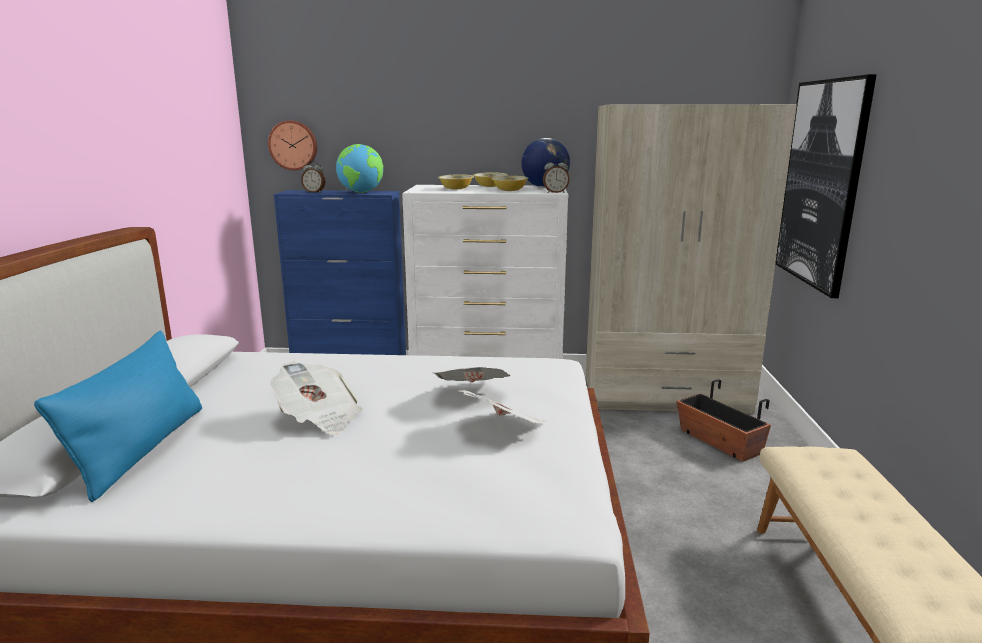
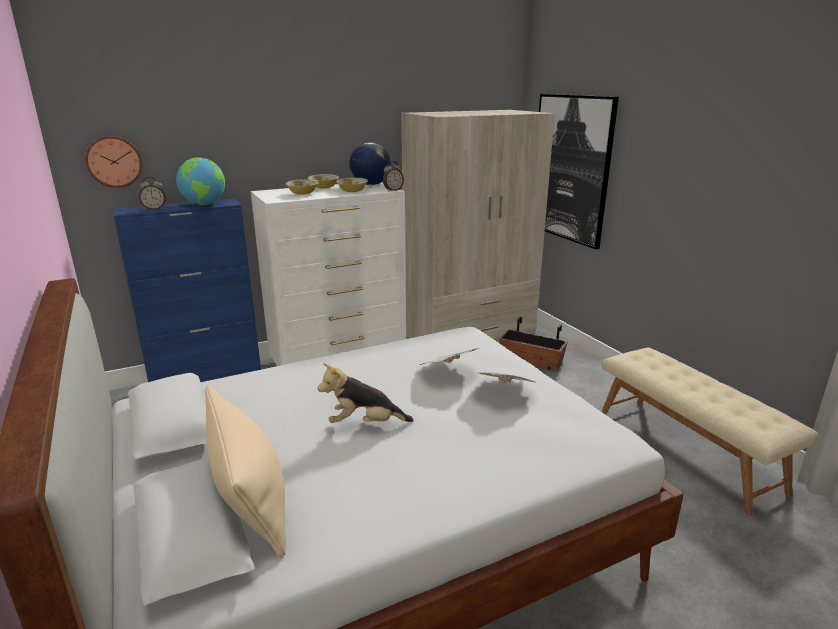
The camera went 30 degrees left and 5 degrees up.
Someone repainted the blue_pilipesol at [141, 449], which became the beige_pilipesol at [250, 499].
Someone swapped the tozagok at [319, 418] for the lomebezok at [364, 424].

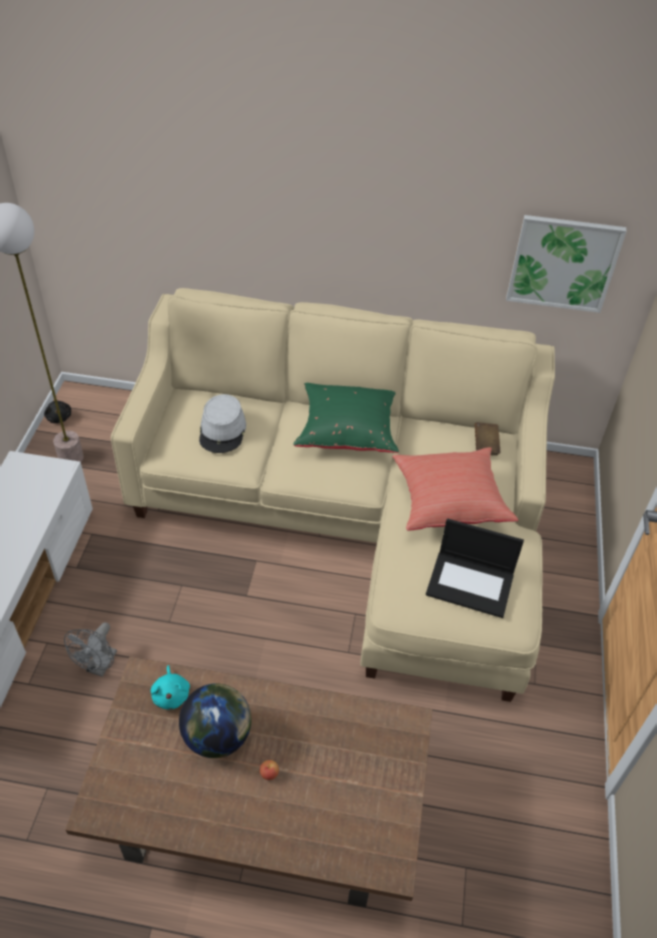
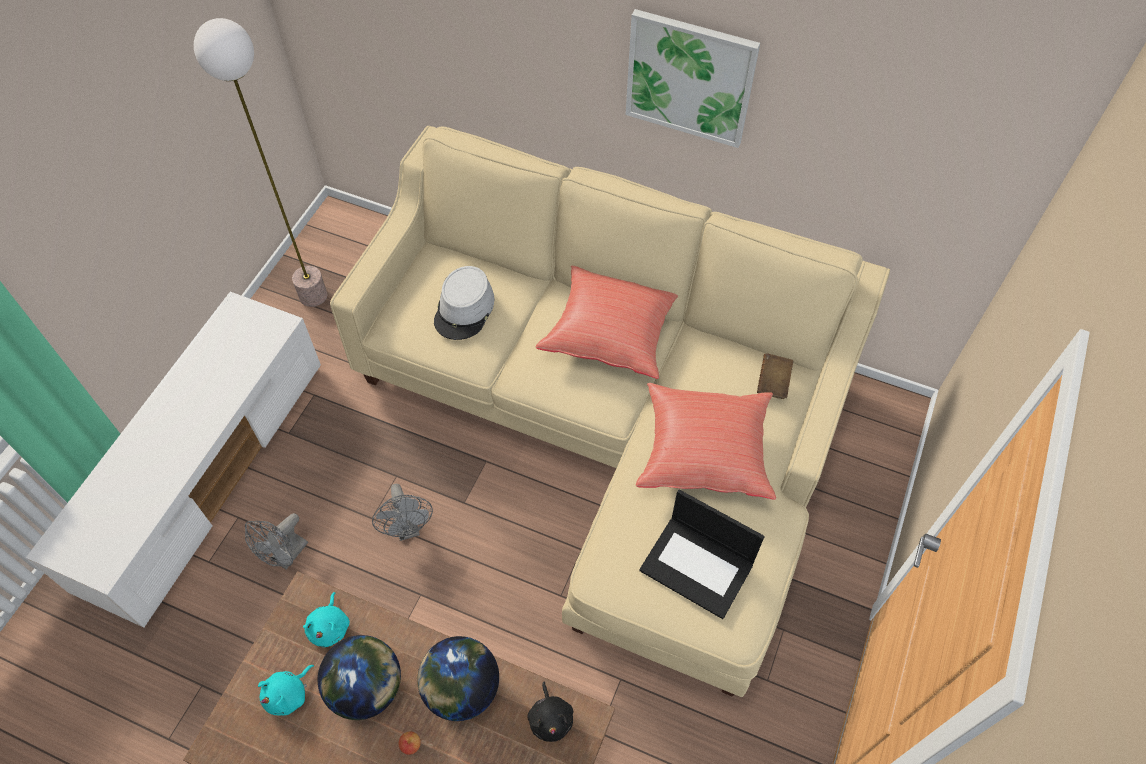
The camera went 15 degrees right and 10 degrees up.
Someone carried the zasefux from [563, 263] to [690, 78].
Someone repainted the green_pilipesol at [347, 431], which became the red_pilipesol at [610, 333].
Someone carried the black_lomebezok from [59, 417] to [551, 718].
Someone put down the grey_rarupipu at [408, 529].
Someone put down the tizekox at [461, 689].
Someone put down the turquoise_lomebezok at [289, 694].

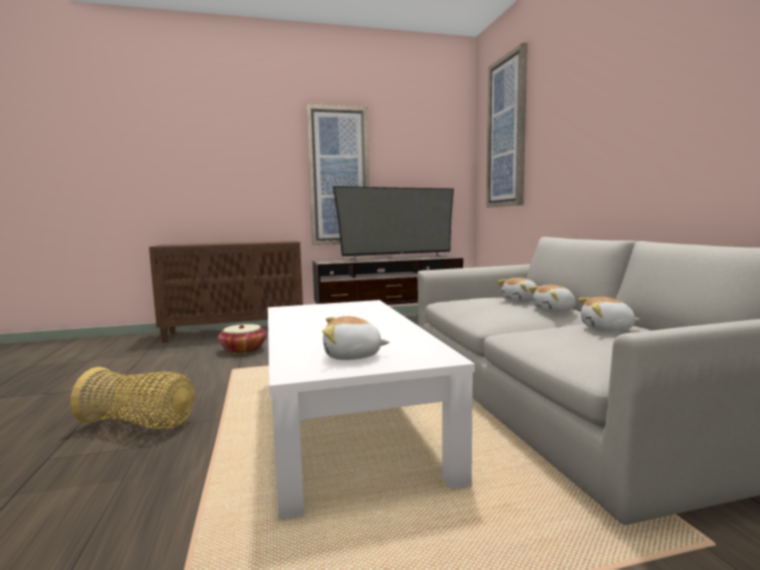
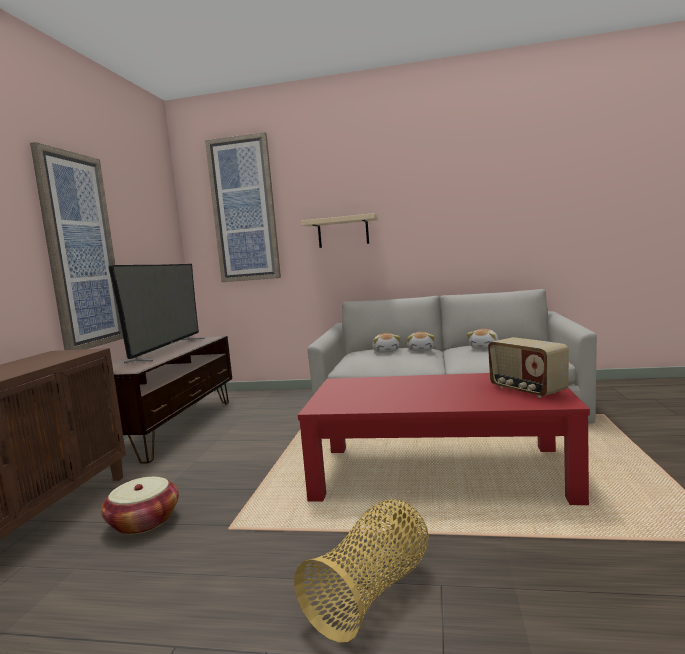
The camera went 65 degrees left and 0 degrees up.
Someone repainted the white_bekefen at [347, 421], which became the red_bekefen at [440, 472].
Someone swapped the lomebezok at [352, 356] for the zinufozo at [526, 390].
Someone put up the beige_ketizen at [343, 232].

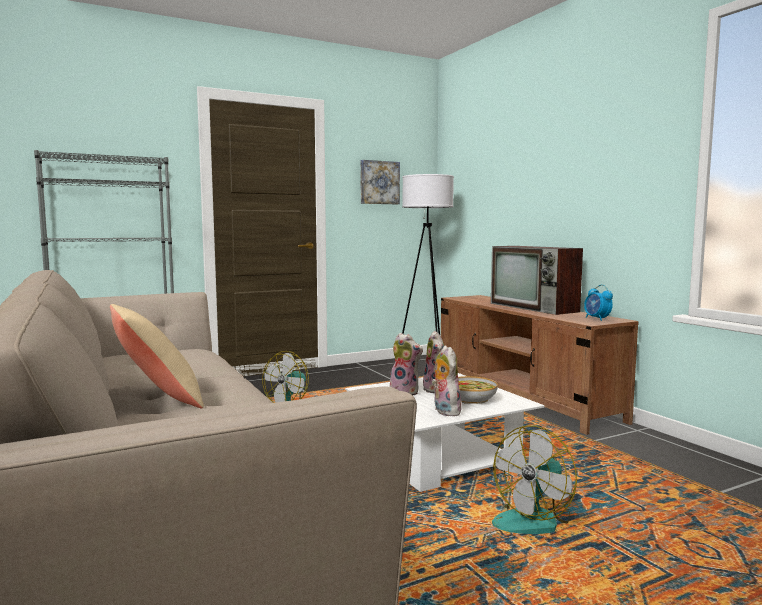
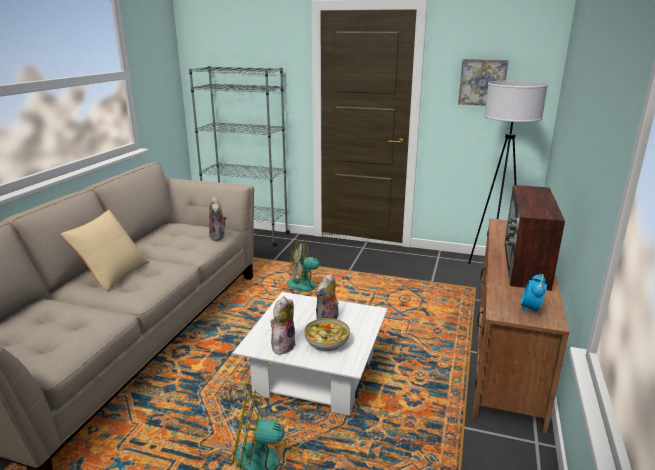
The camera went 45 degrees right and 15 degrees up.
Someone carried the lomebezok from [406, 392] to [218, 237].

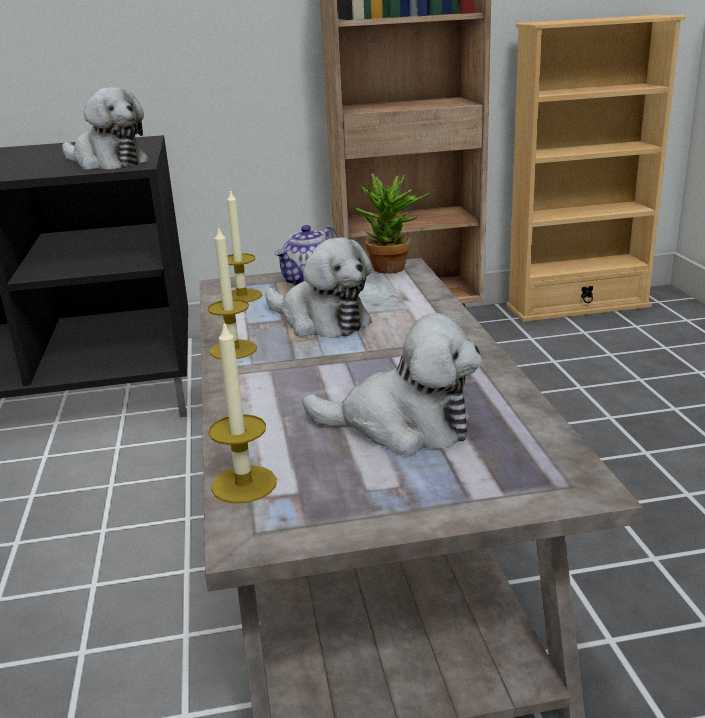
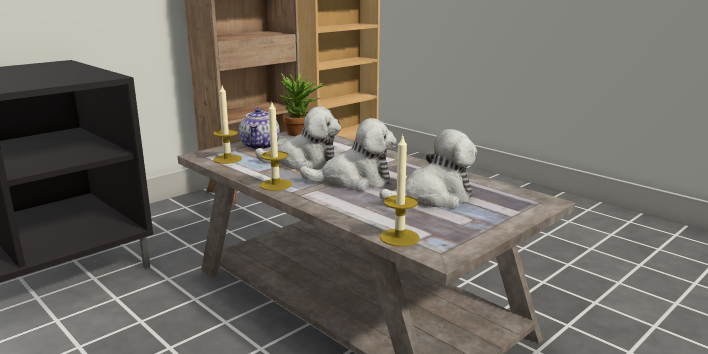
The camera went 35 degrees left and 5 degrees down.
Someone carried the lomebezok from [107, 163] to [354, 180].

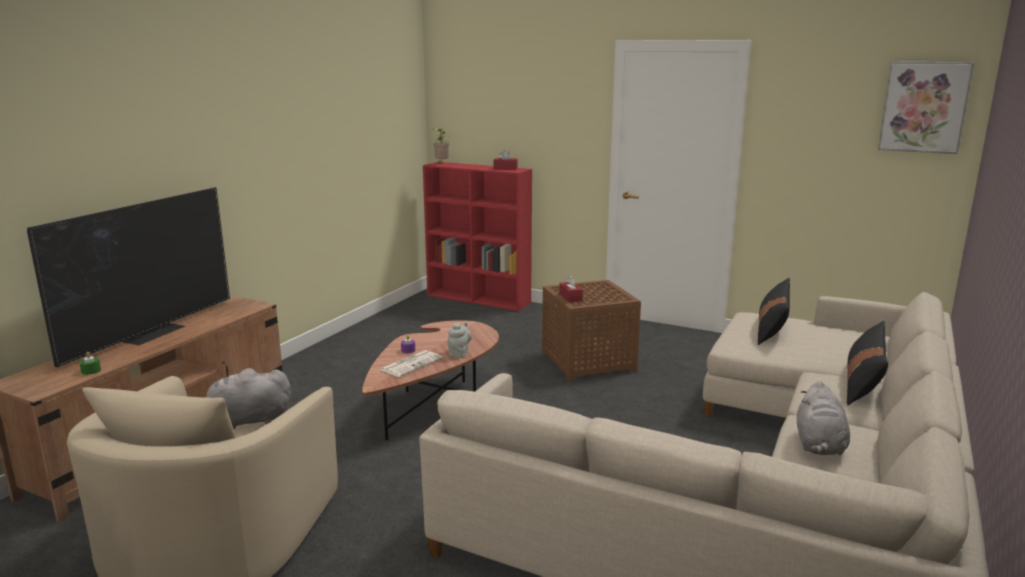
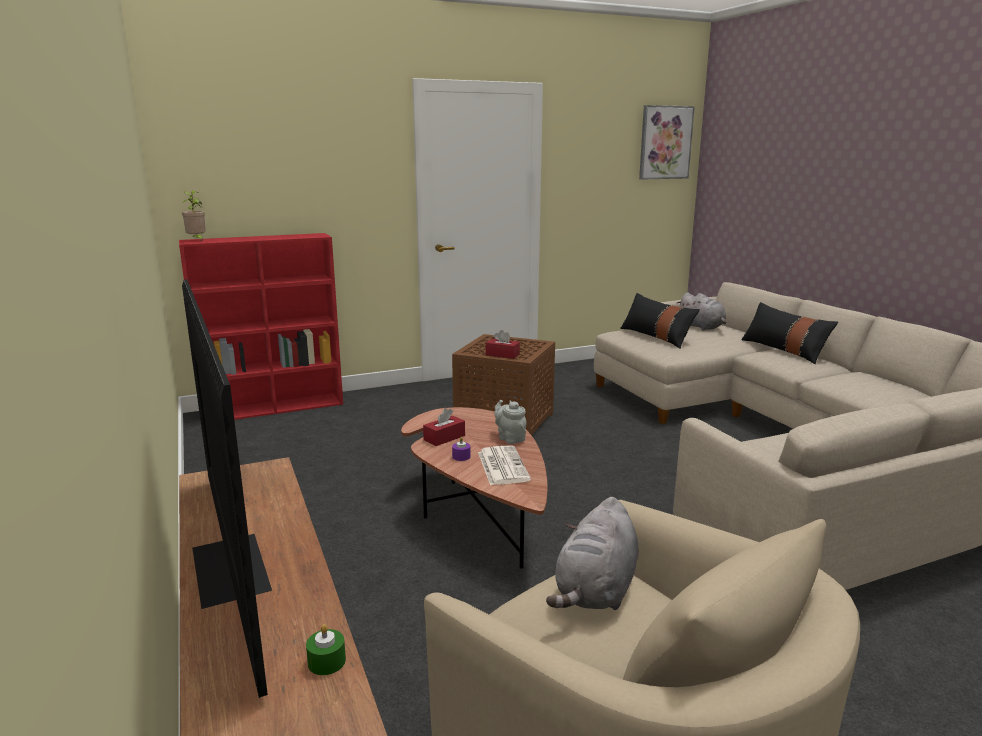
The camera went 50 degrees left and 0 degrees up.
Someone carried the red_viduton from [505, 169] to [444, 438].
Someone carried the grey_lomebezok from [819, 445] to [702, 327].

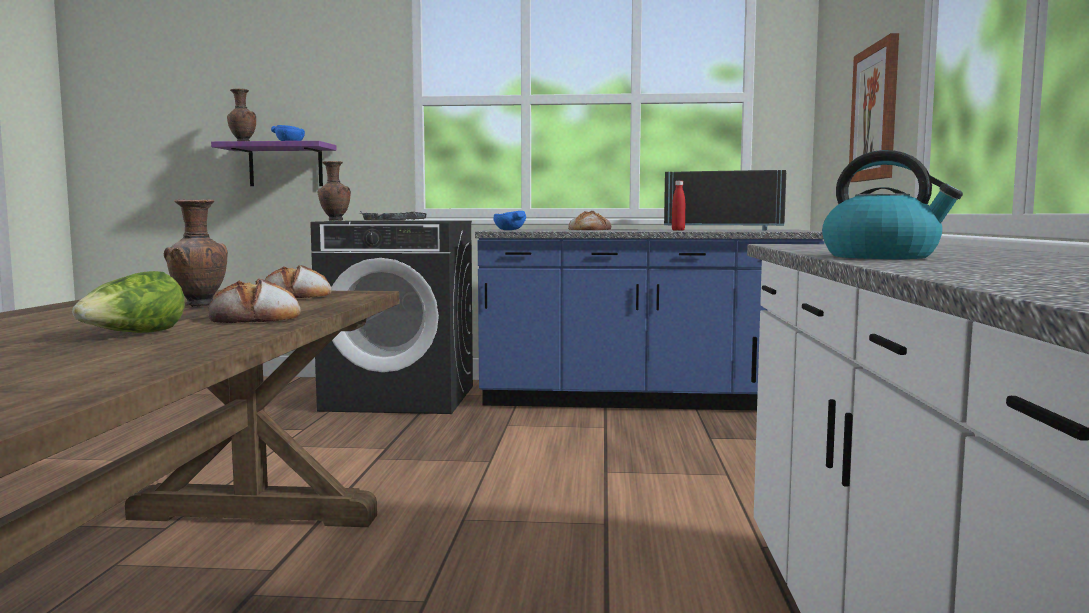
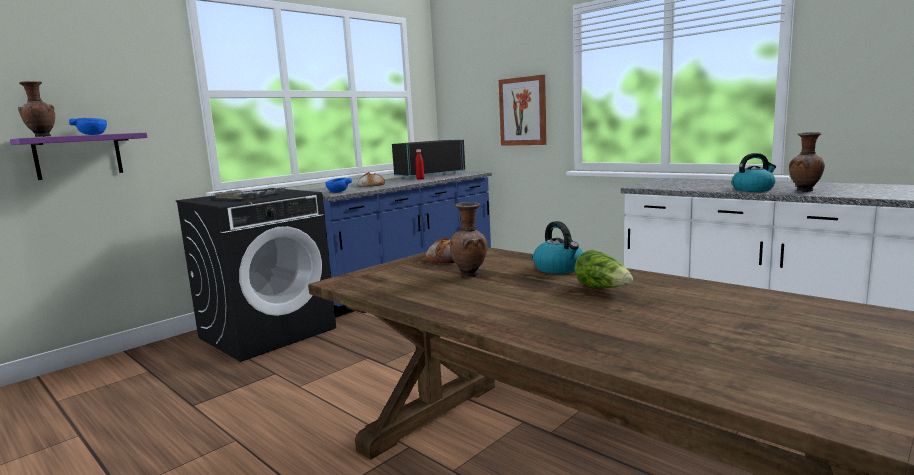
The camera went 50 degrees left and 5 degrees up.
Someone carried the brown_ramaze from [334, 221] to [805, 191].
Someone swapped the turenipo at [256, 318] for the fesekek at [559, 268].

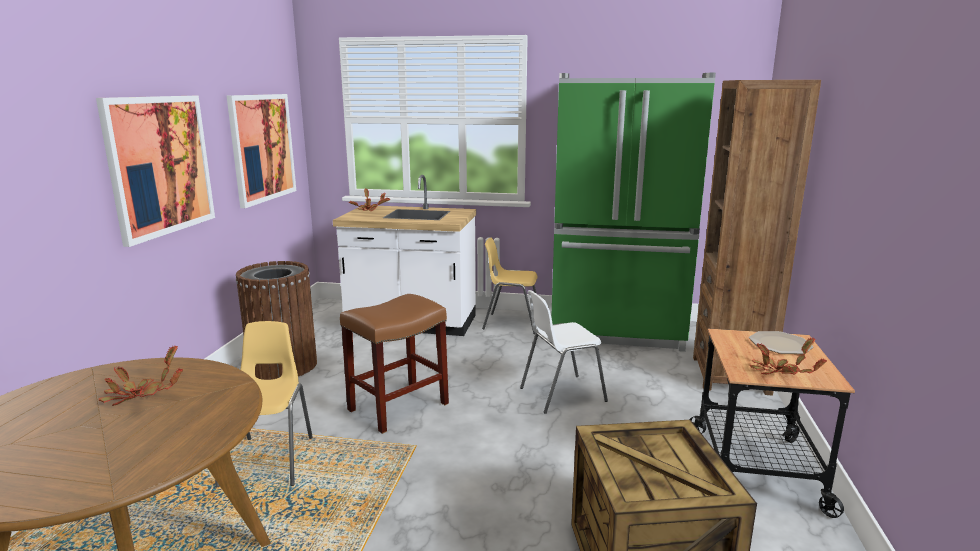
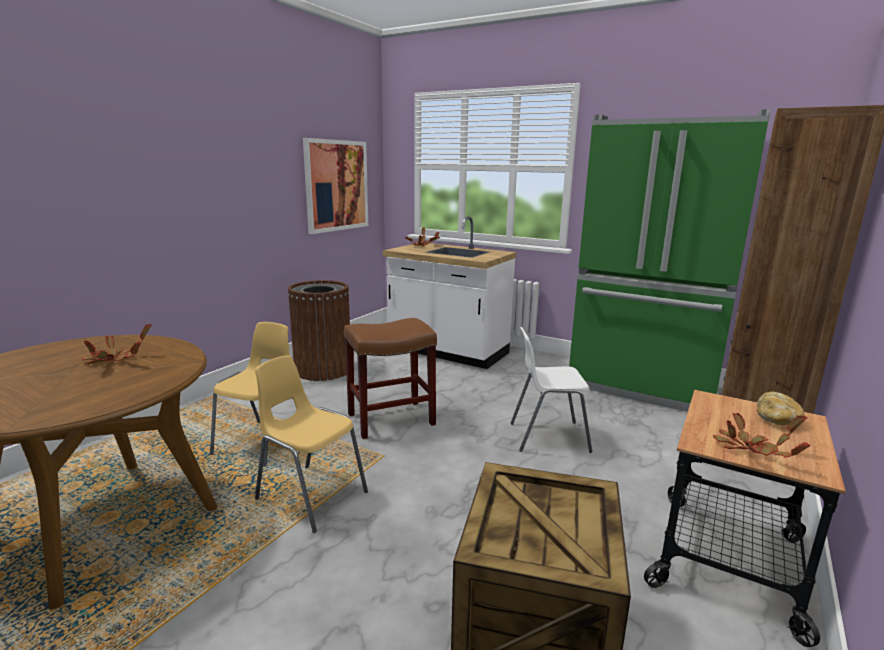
The camera went 20 degrees right and 0 degrees up.
Someone took away the zasefux at [160, 165].
Someone carried the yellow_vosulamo from [511, 323] to [310, 496].
Someone swapped the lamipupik at [780, 344] for the turenipo at [776, 420].

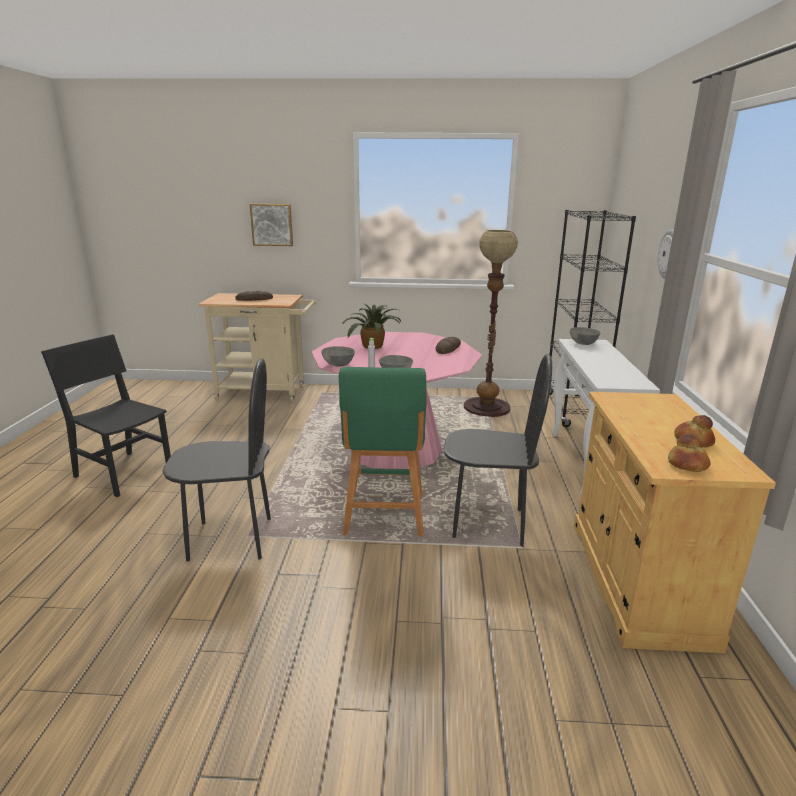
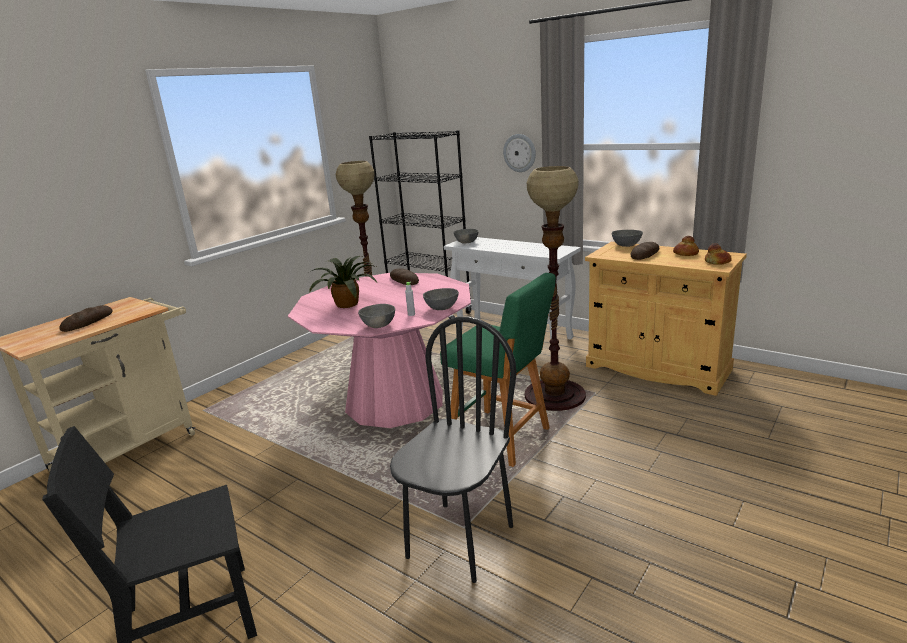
The camera went 55 degrees left and 0 degrees up.
Someone took away the zasefux at [272, 224].
Someone swapped the black_vosulamo at [488, 524] for the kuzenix at [555, 396].
Someone put down the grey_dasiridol at [626, 246].
Someone put down the turenipo at [645, 254].

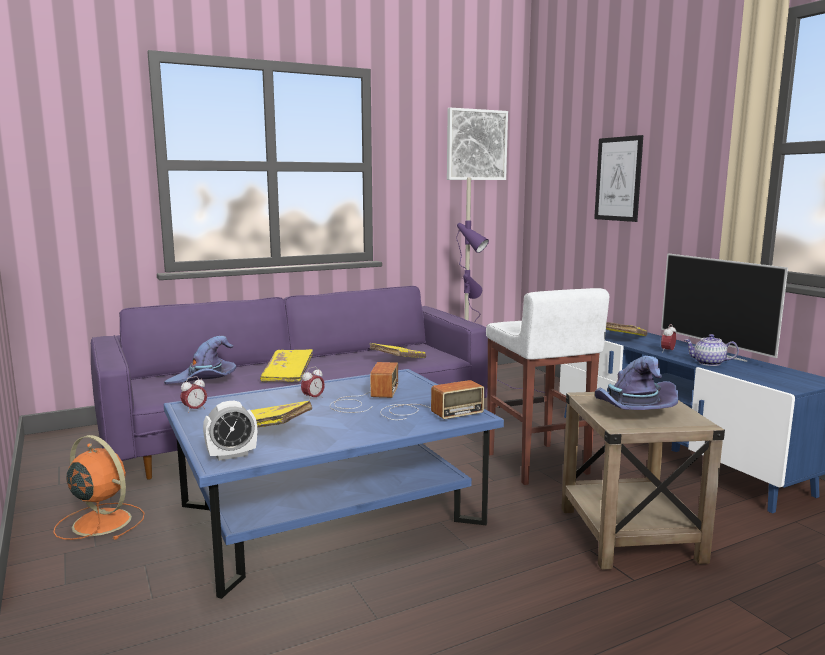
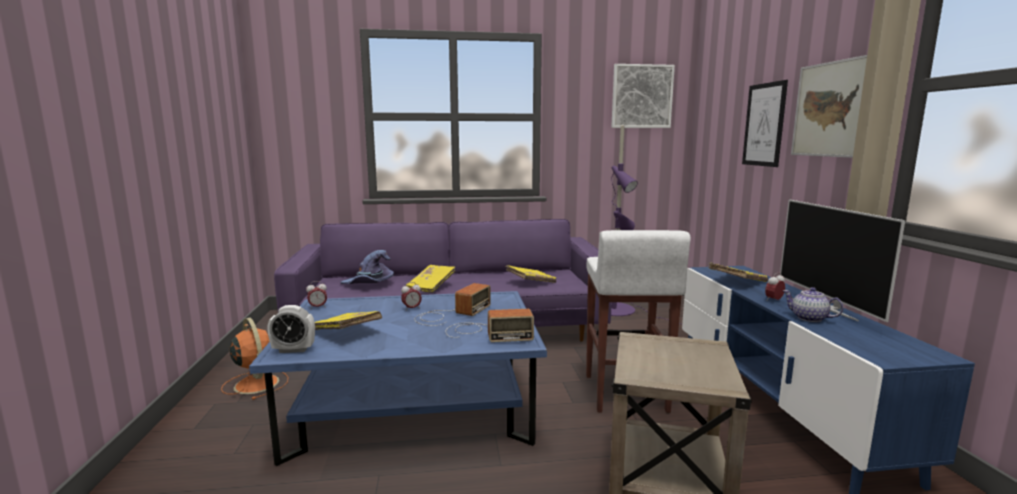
The camera went 20 degrees right and 0 degrees up.
Someone took away the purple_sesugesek at [631, 410].
Someone put up the zasefux at [829, 109].

